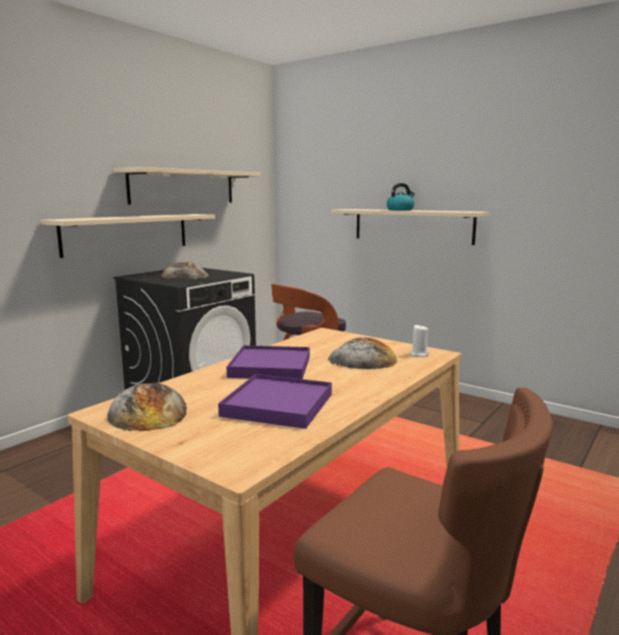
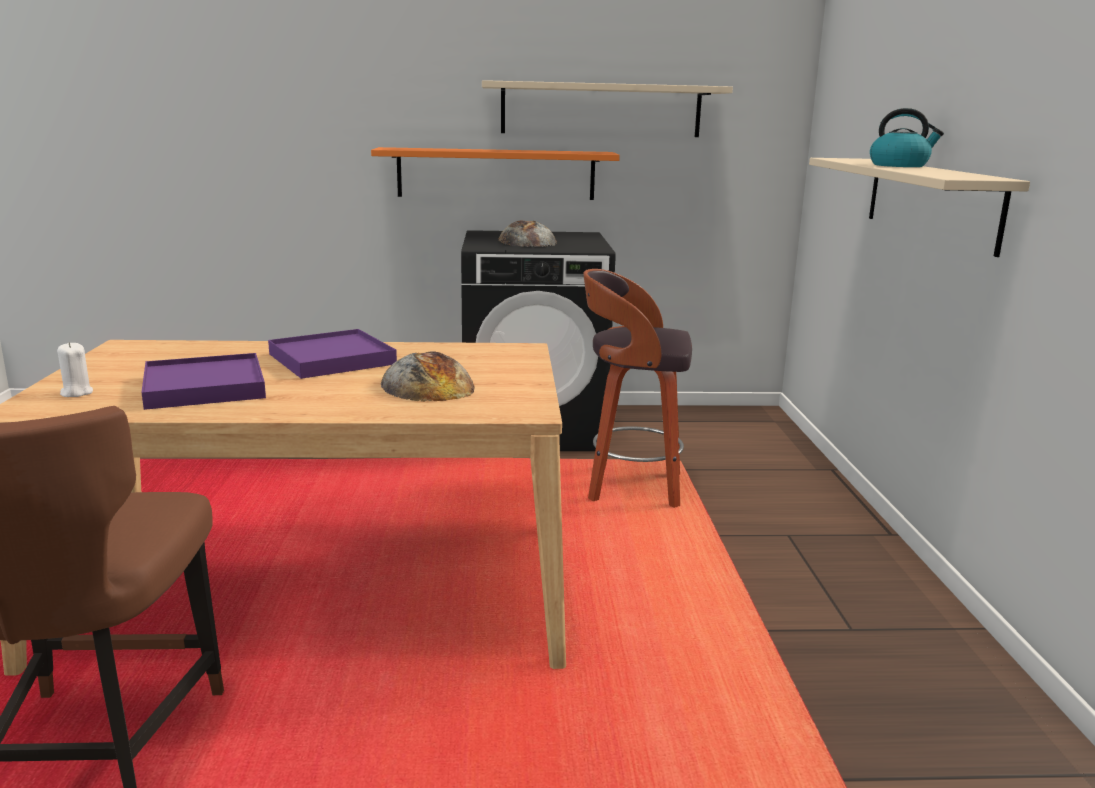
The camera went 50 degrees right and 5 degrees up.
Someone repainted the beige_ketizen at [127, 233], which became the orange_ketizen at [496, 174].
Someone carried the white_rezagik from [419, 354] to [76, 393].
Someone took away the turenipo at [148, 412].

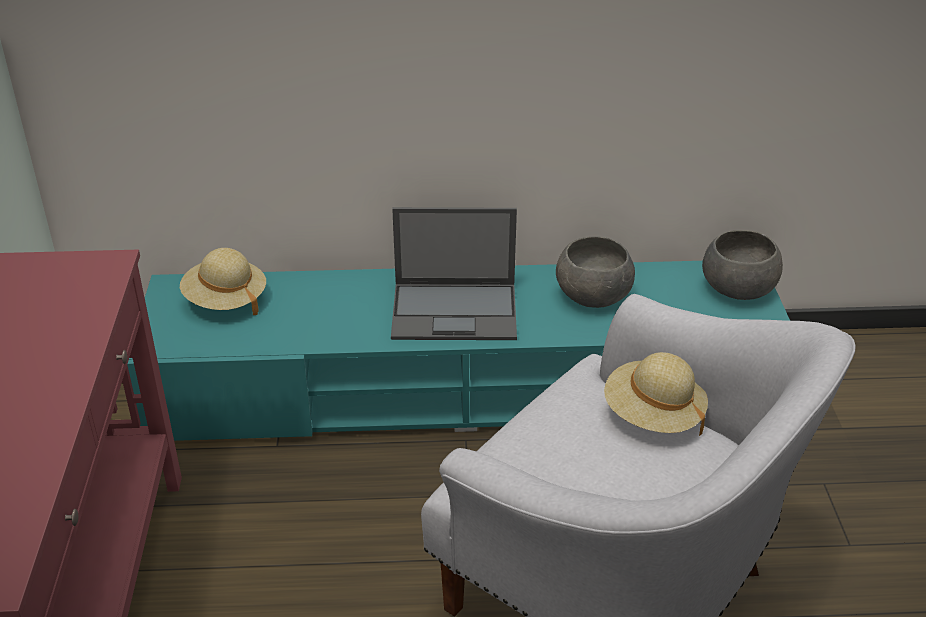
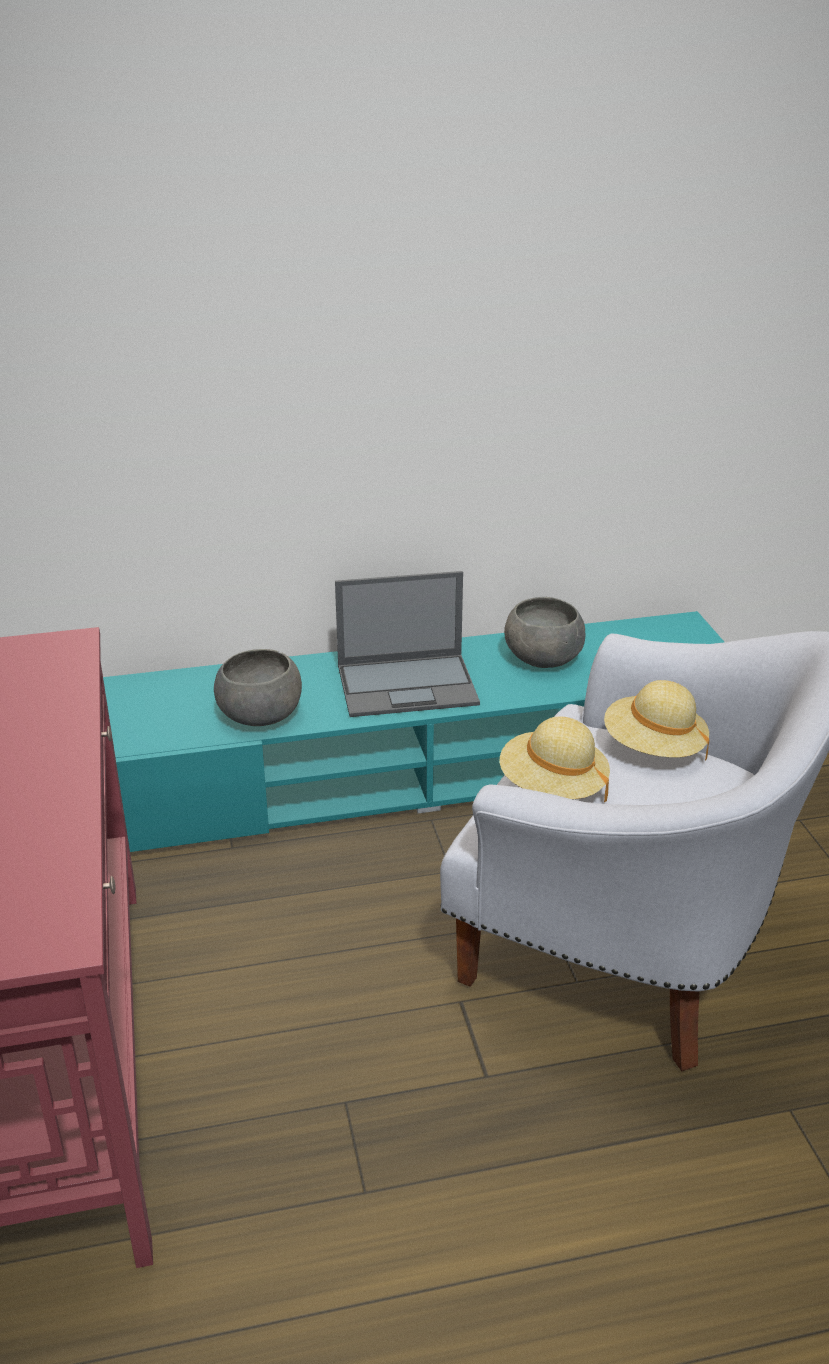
The camera went 10 degrees left and 5 degrees down.
Someone carried the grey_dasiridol from [737, 287] to [259, 714].
Someone carried the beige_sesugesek from [225, 300] to [552, 787].

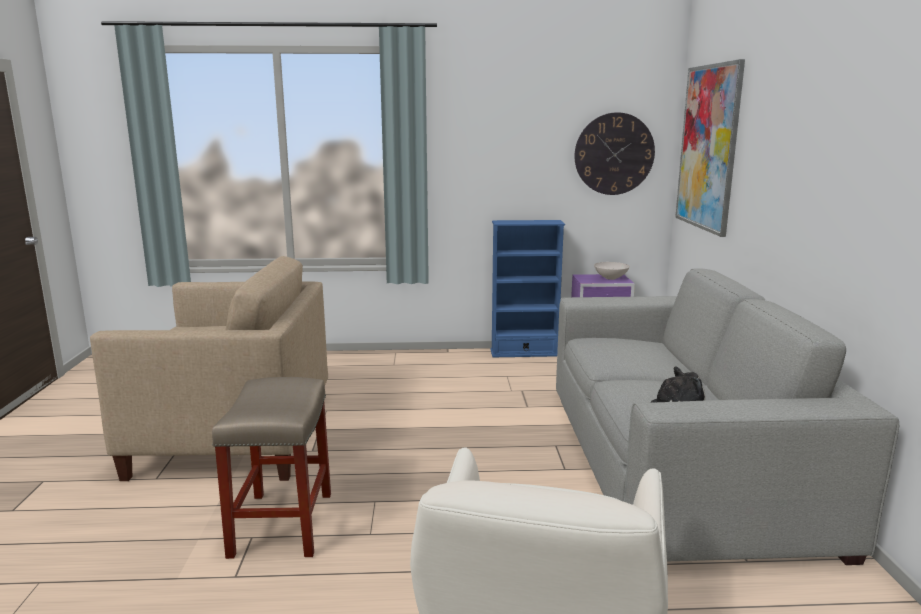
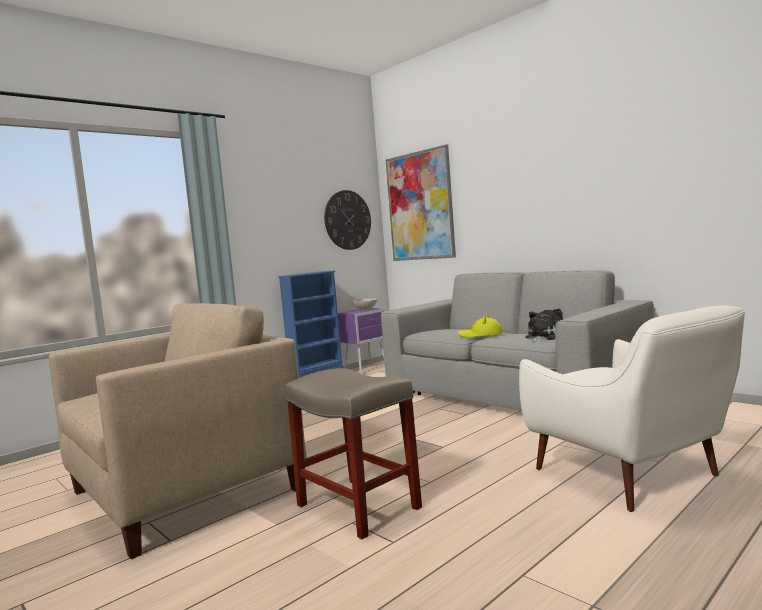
The camera went 40 degrees left and 10 degrees down.
Someone put down the yellow_sesugesek at [480, 335].

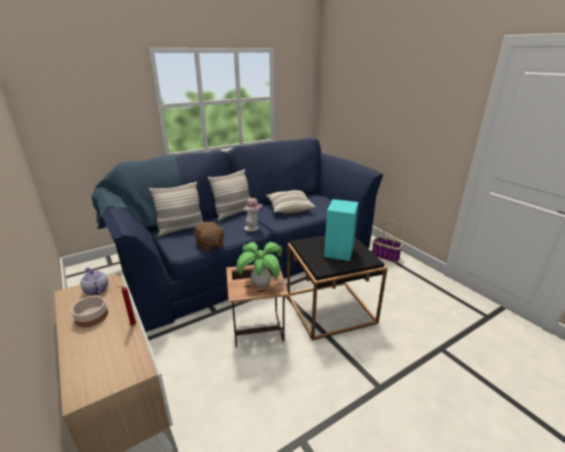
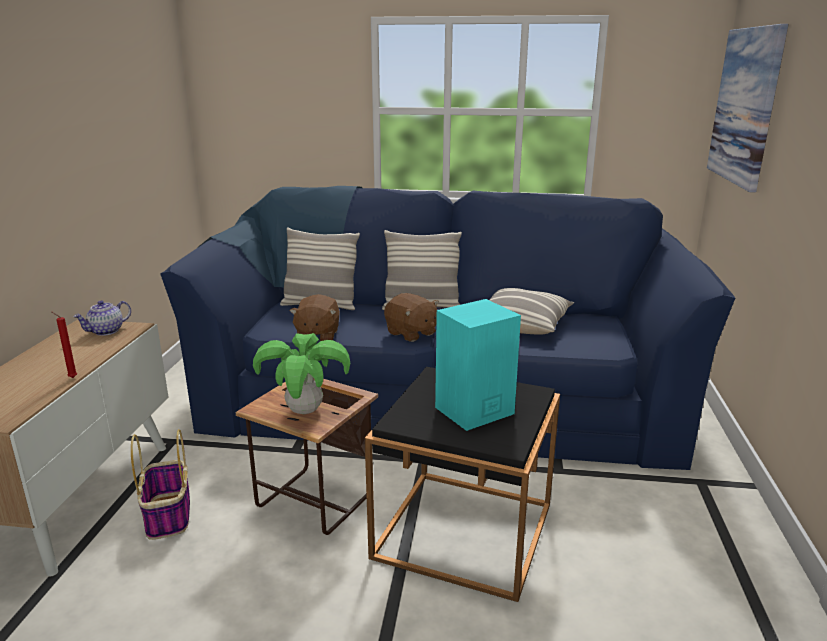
The camera went 40 degrees right and 5 degrees down.
Someone swapped the sesugesek at [253, 228] for the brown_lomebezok at [411, 333].
Someone carried the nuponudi from [386, 256] to [168, 516].
Someone rotated the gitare at [96, 290] by 135 degrees counterclockwise.
Someone took away the dasiridol at [91, 316].
Someone put up the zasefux at [745, 106].

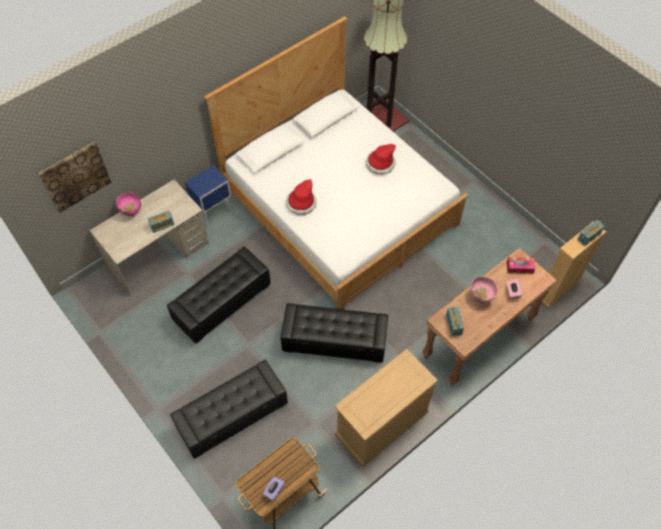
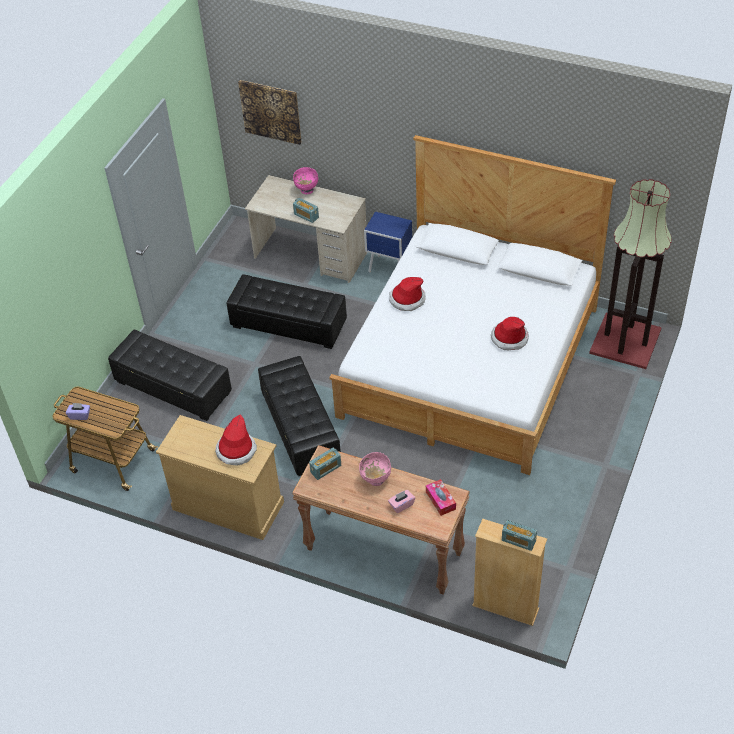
The camera went 65 degrees right and 10 degrees down.
Someone put down the sesugesek at [236, 451].

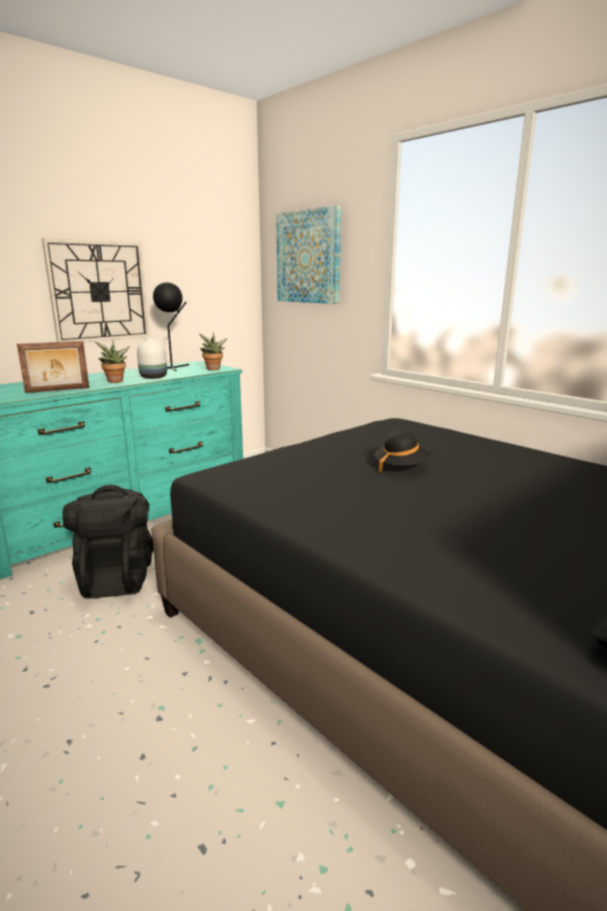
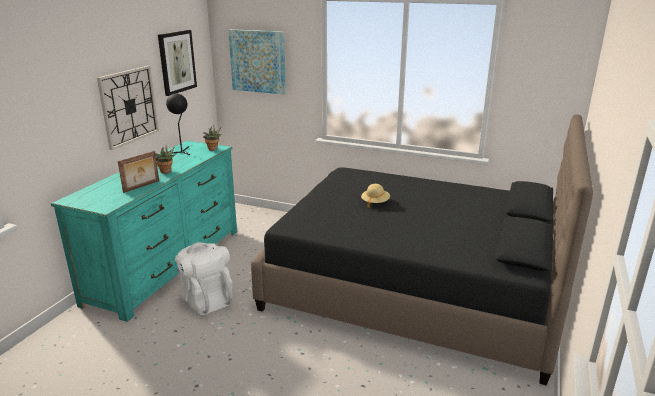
The camera went 25 degrees left and 5 degrees up.
Someone took away the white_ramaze at [154, 377].
Someone repainted the black_sesugesek at [401, 467], which became the beige_sesugesek at [375, 202].
Someone repainted the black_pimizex at [117, 577], which became the white_pimizex at [206, 299].
Someone put up the zasefux at [177, 62].

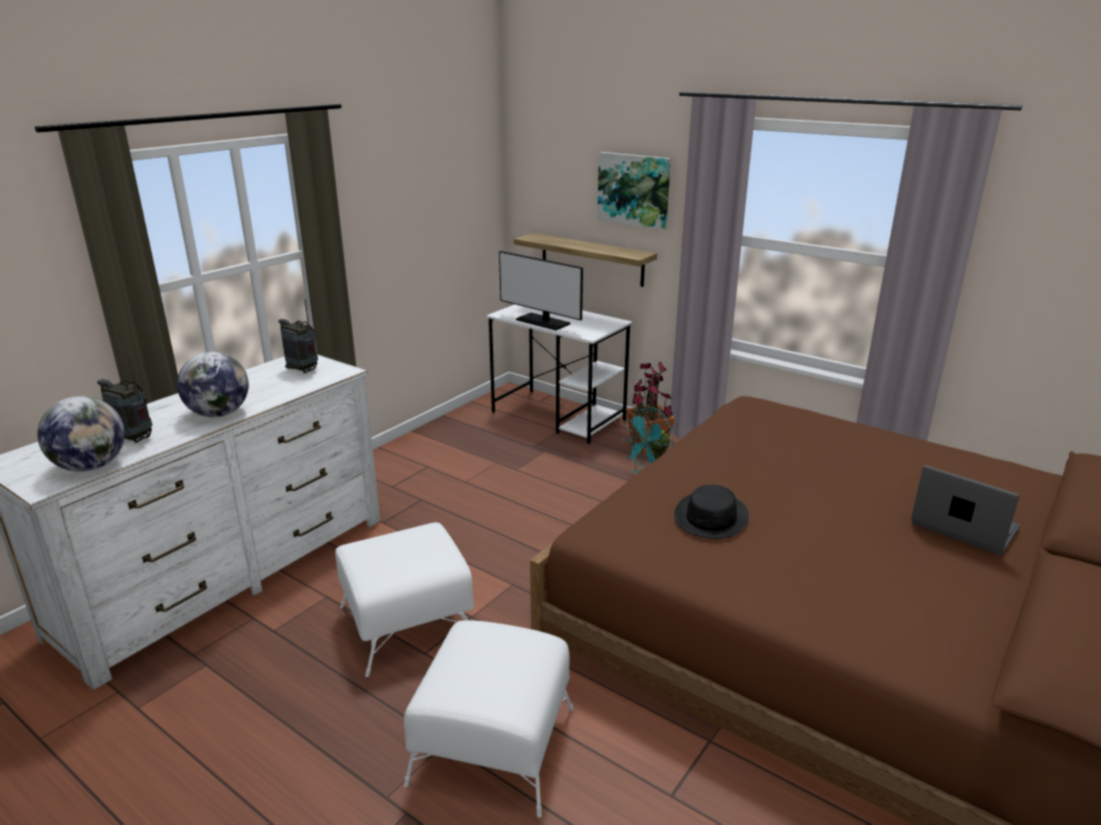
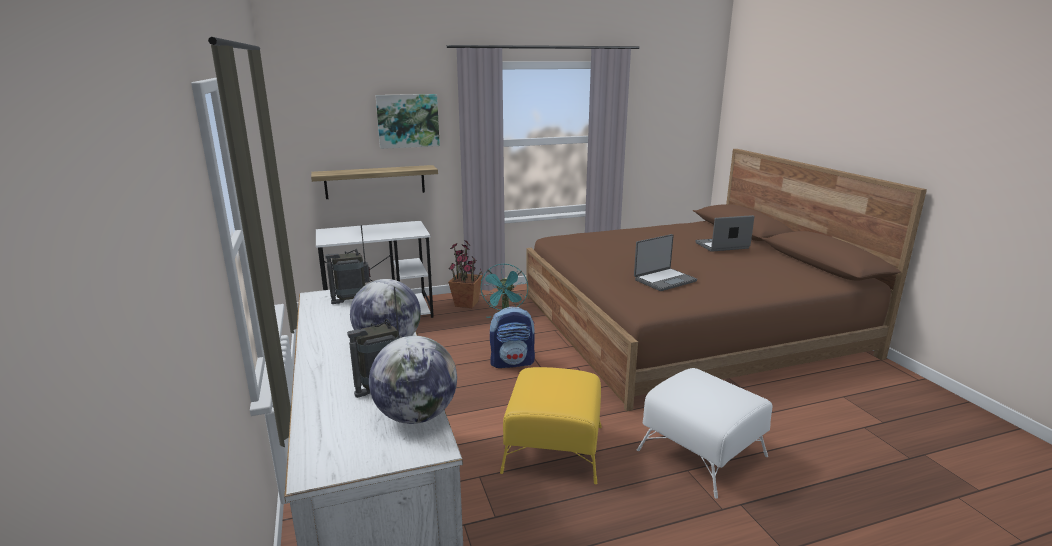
The camera went 55 degrees left and 5 degrees down.
Someone took away the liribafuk at [543, 322].
Someone swapped the black_sesugesek at [711, 517] for the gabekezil at [664, 280].
Someone repainted the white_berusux at [406, 623], which became the yellow_berusux at [553, 449].
Someone put down the pimizex at [512, 362].

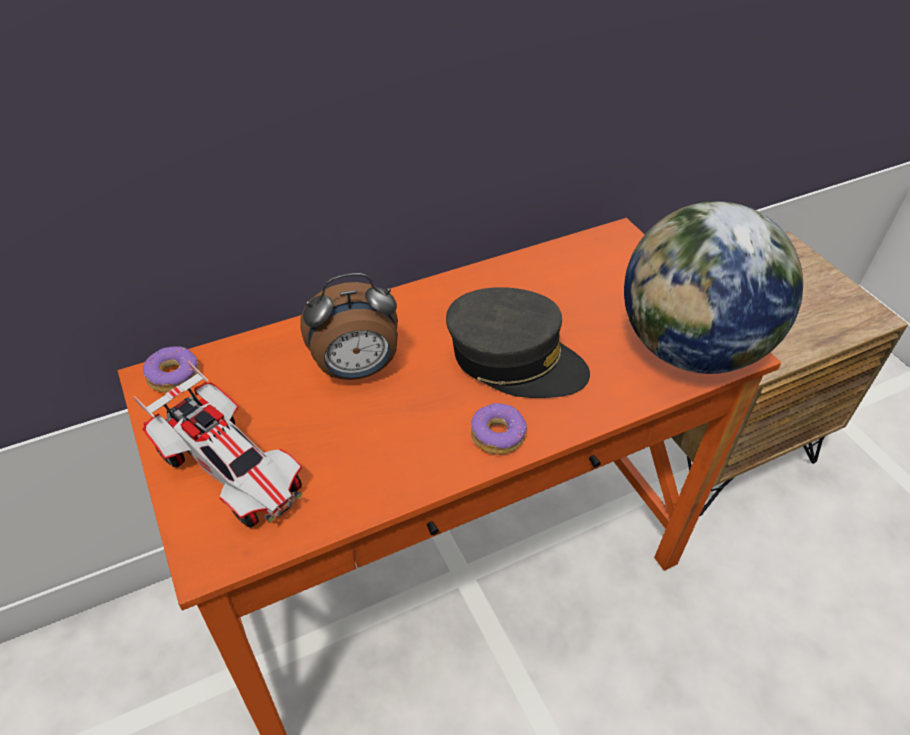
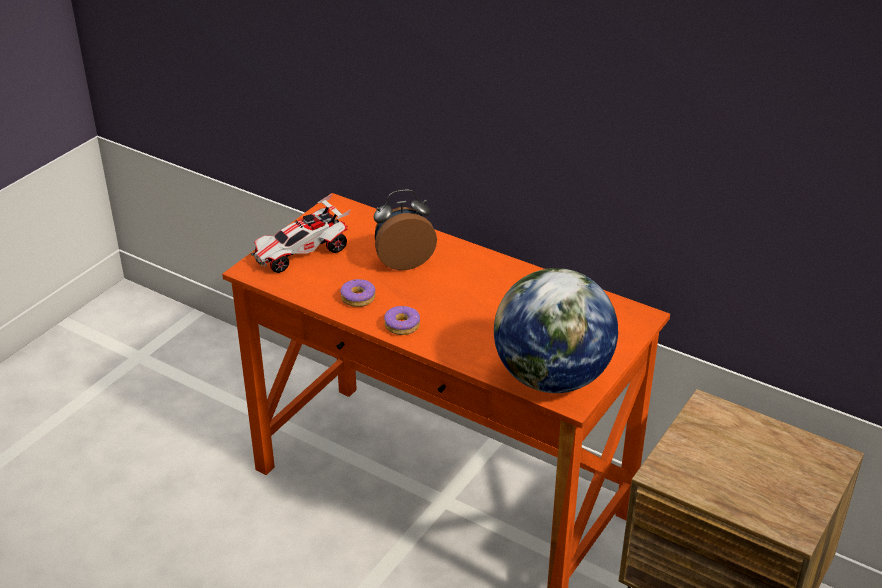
The camera went 60 degrees right and 10 degrees down.
Someone rotated the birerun at [356, 370] by 120 degrees clockwise.
Someone took away the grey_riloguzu at [514, 360].
Someone carried the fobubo from [174, 376] to [358, 298].
Someone rotated the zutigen at [232, 471] by 45 degrees clockwise.

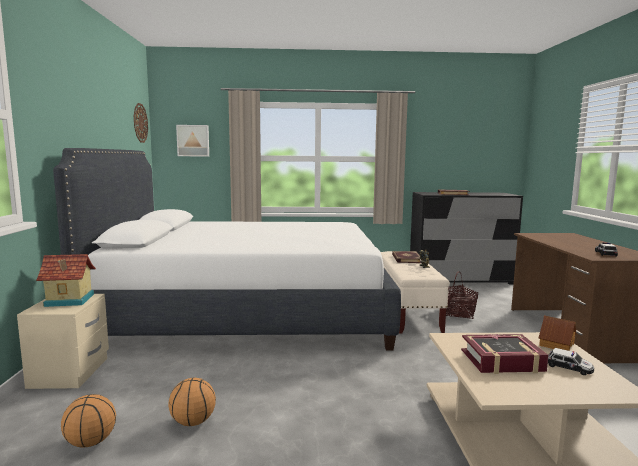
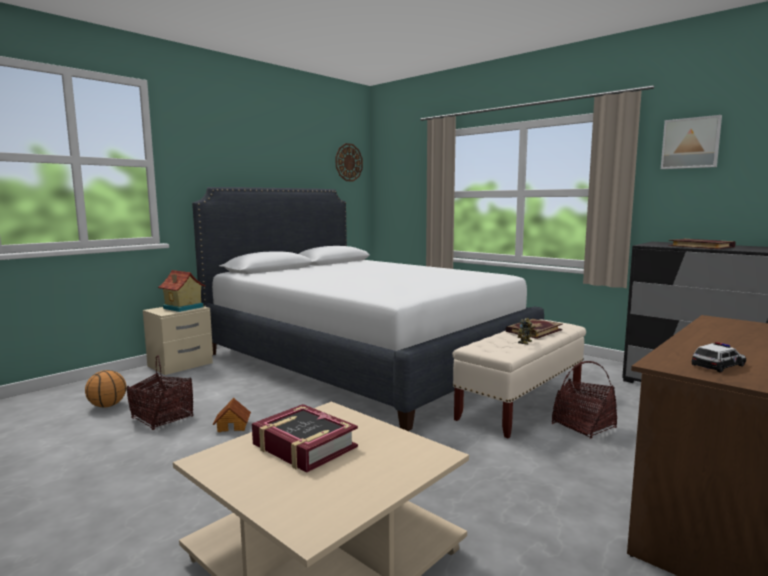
The camera went 45 degrees right and 0 degrees up.
Someone carried the zasefux from [193, 140] to [690, 143].
Someone carried the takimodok from [556, 344] to [233, 426].
Someone took away the zutigen at [569, 367].
Someone swapped the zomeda at [193, 422] for the nuponudi at [162, 418].

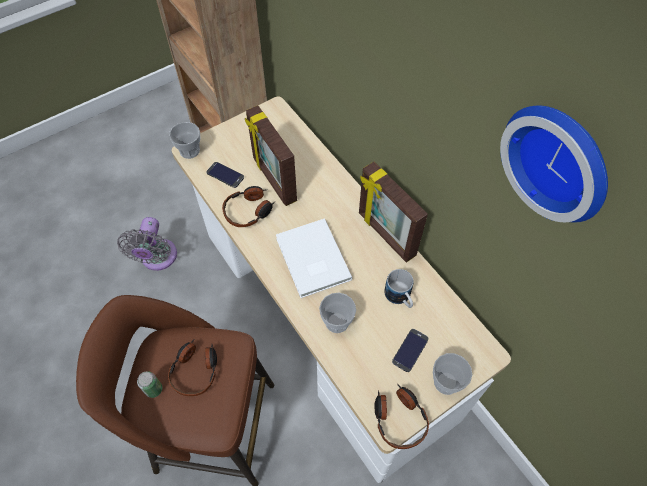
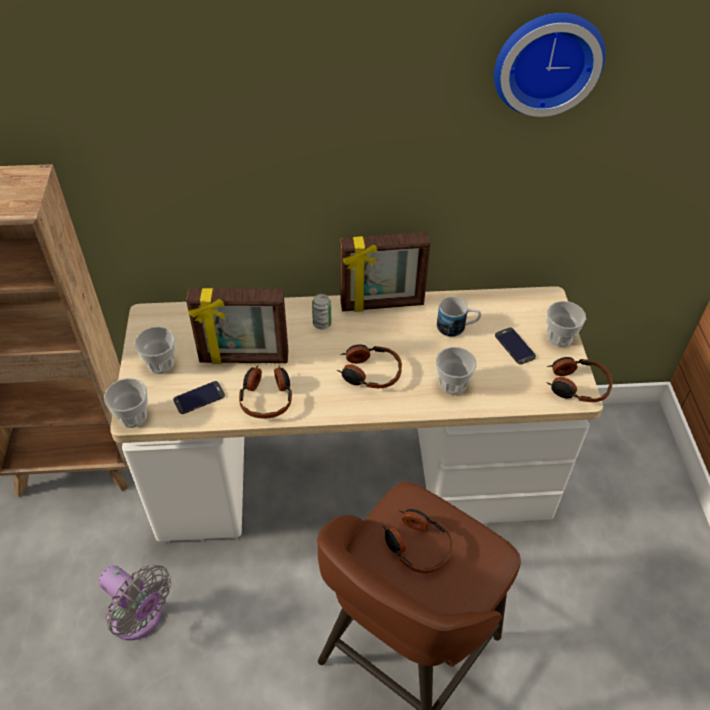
The camera went 60 degrees left and 10 degrees down.
Someone swapped the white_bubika at [311, 260] for the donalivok at [369, 372].
Someone carried the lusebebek from [154, 389] to [322, 324].
Someone put down the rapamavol at [160, 364].

